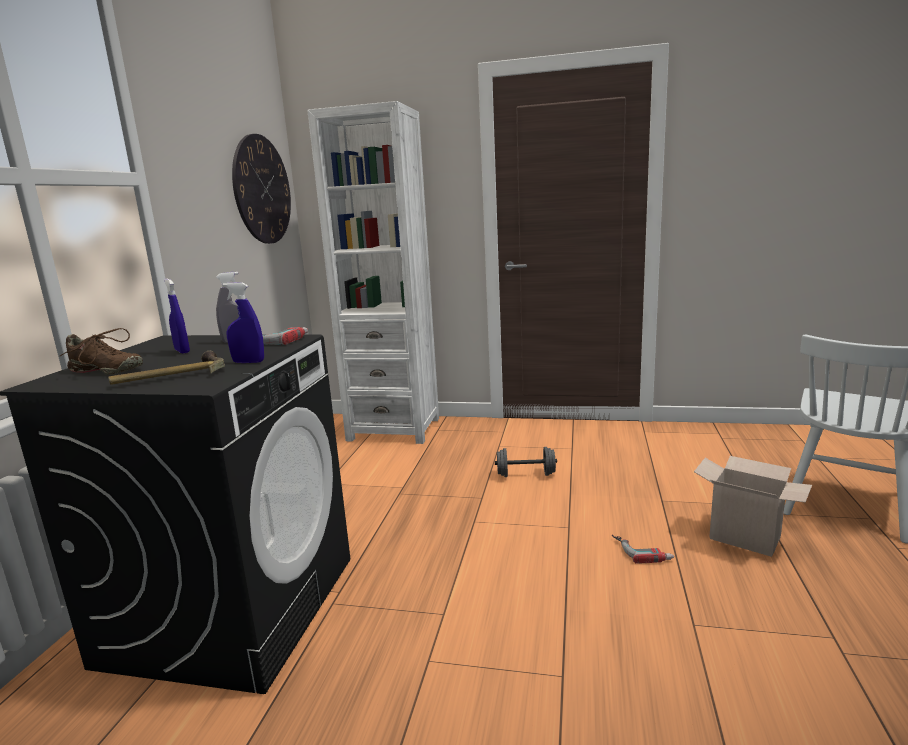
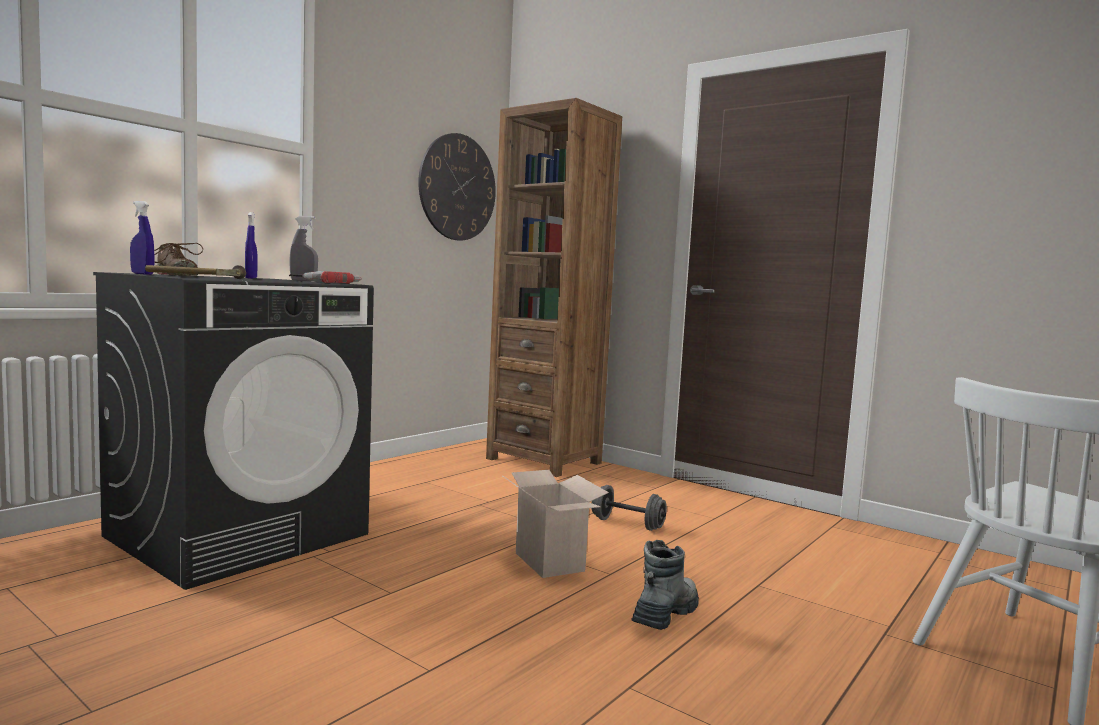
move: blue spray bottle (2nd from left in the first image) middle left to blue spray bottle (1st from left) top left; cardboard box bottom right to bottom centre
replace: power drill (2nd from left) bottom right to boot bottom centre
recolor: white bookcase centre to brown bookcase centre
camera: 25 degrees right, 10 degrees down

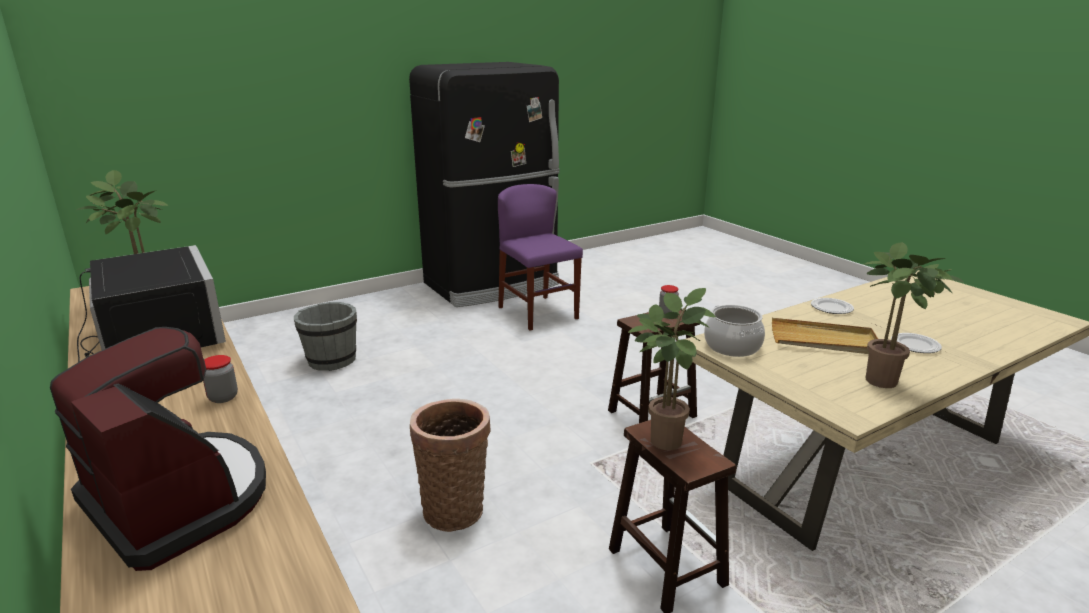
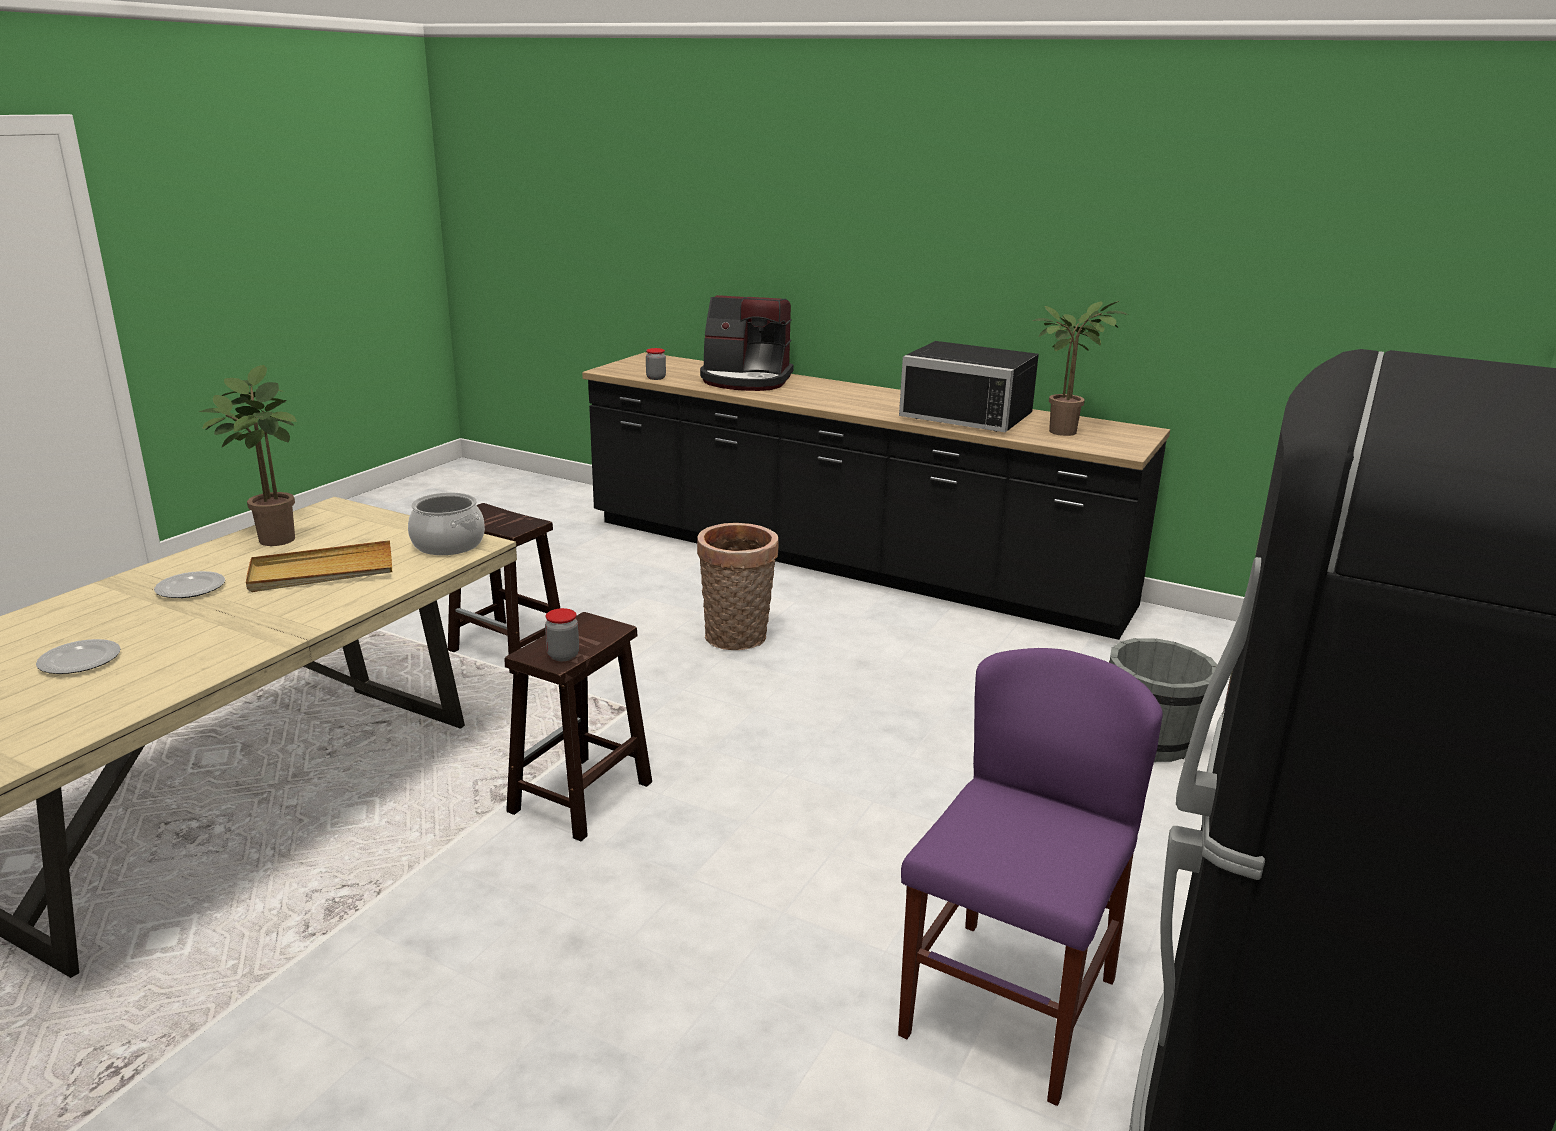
delete: potted plant (2nd from left) centre
move: plate (1st from left) middle right to middle left; jar (1st from left in the first image) middle left to jar (2nd from left) top centre
rotate: purple chair centre = bottom centre 90 degrees counterclockwise
camera: 150 degrees right, 0 degrees up

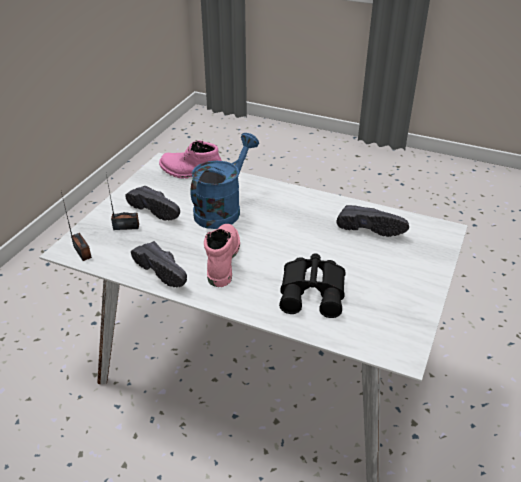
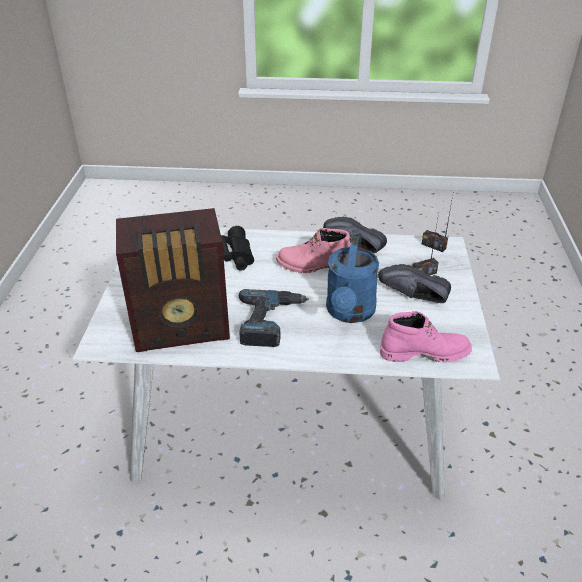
insert: power drill centre
replace: black shoe (3rd from left) middle right to radio (1st from left) middle left
rotate: pink boot (2nd from left in the first image) centre = centre 105 degrees clockwise
camera: 160 degrees right, 0 degrees up

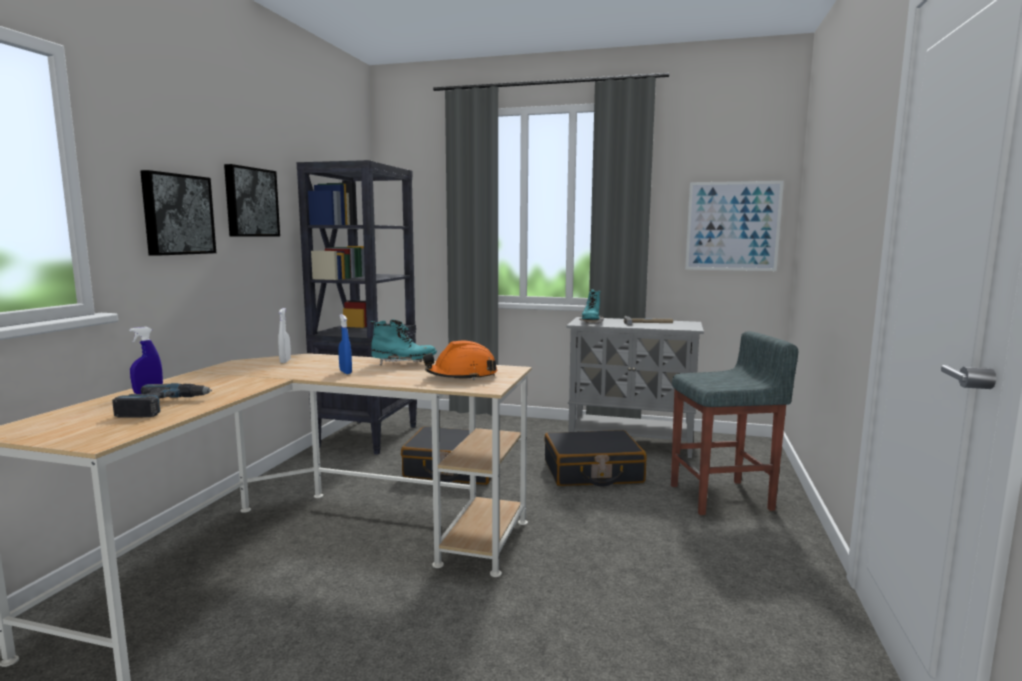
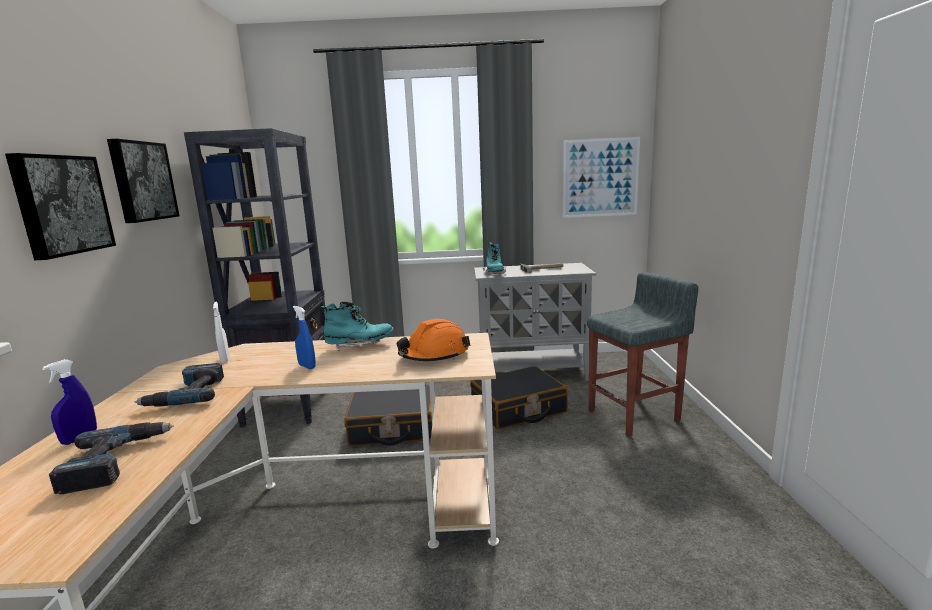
insert: power drill (2nd from left) middle left
camera: 15 degrees left, 5 degrees up

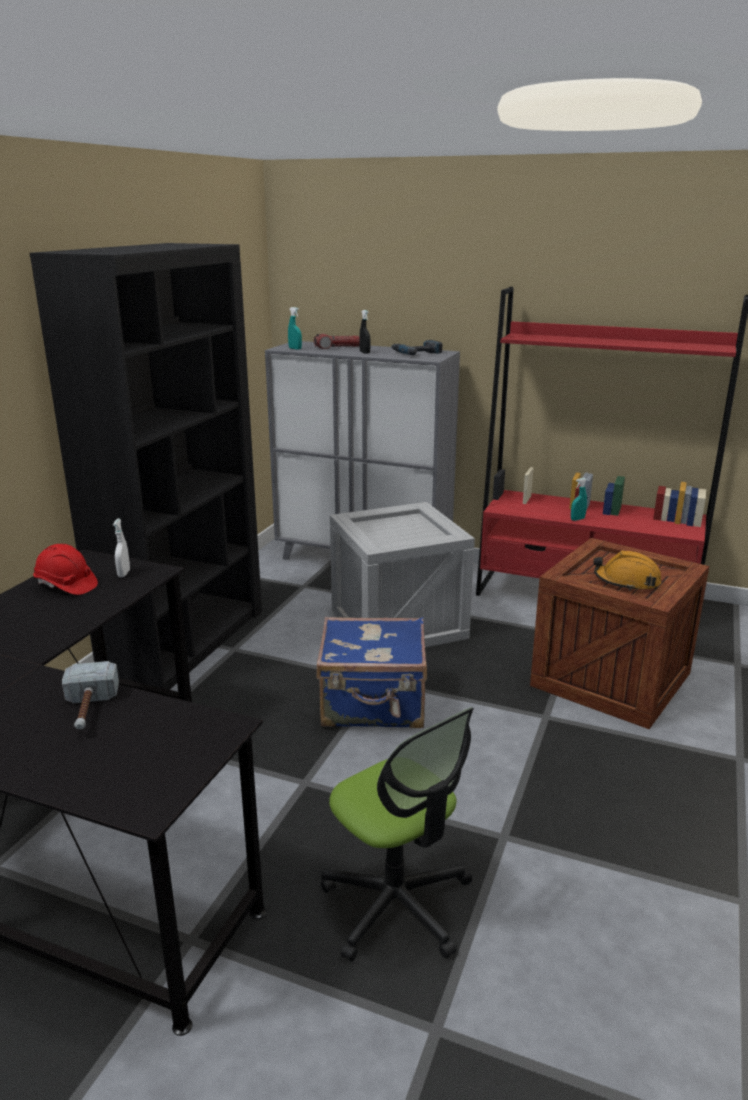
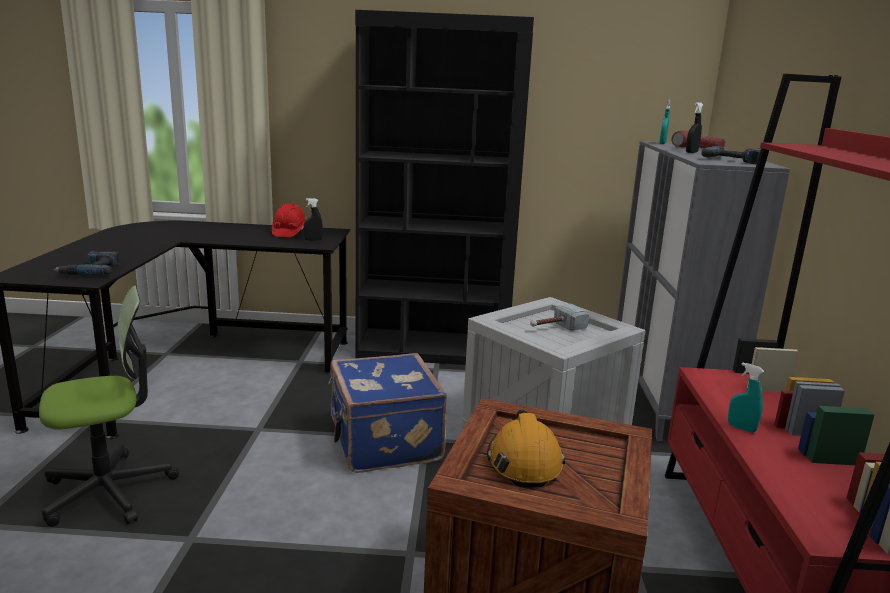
insert: power drill (1st from left) middle left
move: hammer middle left to centre
recolor: white spray bottle middle left to black spray bottle (1st from left) centre
rotate: office chair bottom centre = bottom left 150 degrees counterclockwise
camera: 70 degrees right, 5 degrees down

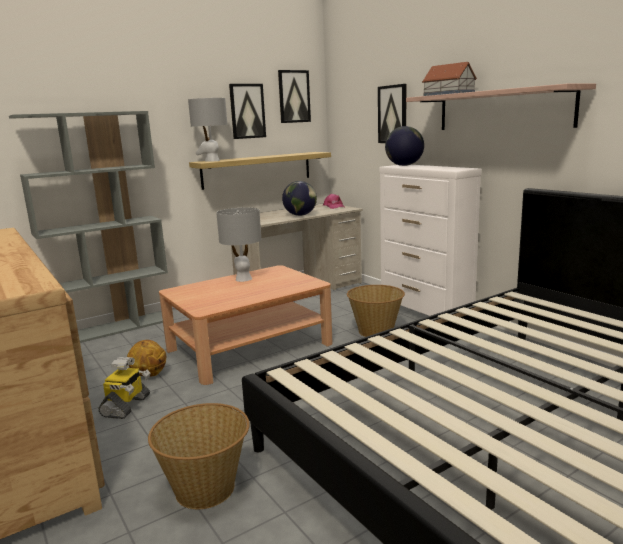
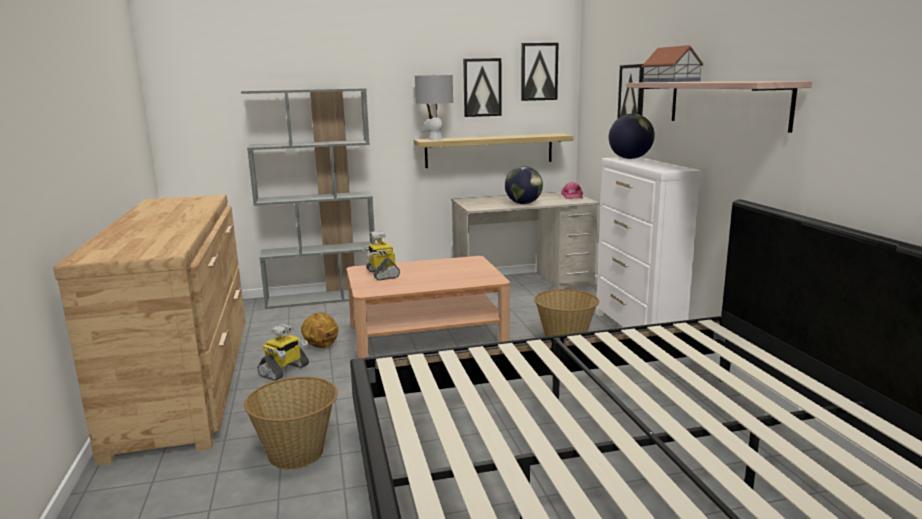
delete: grey table lamp (2nd from left) centre
insert: toy robot (2nd from left) centre
camera: 20 degrees right, 0 degrees up

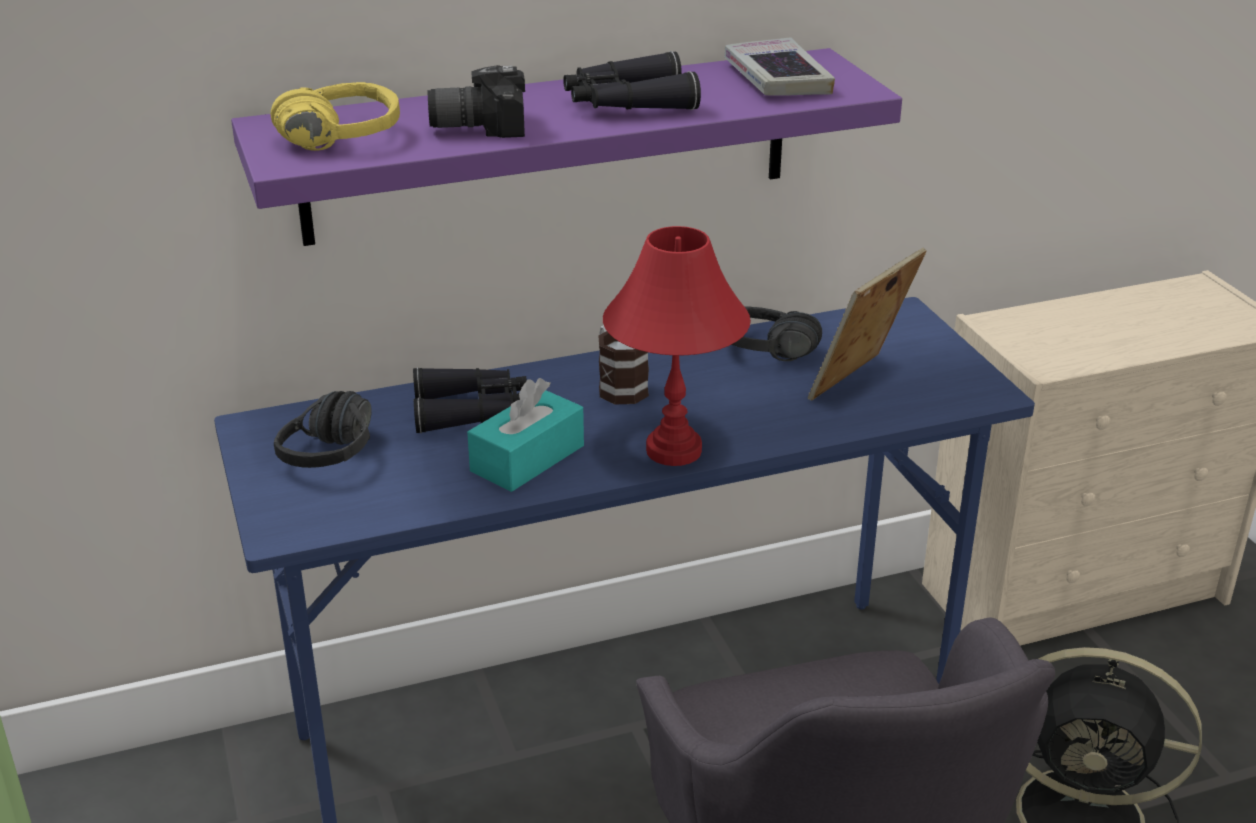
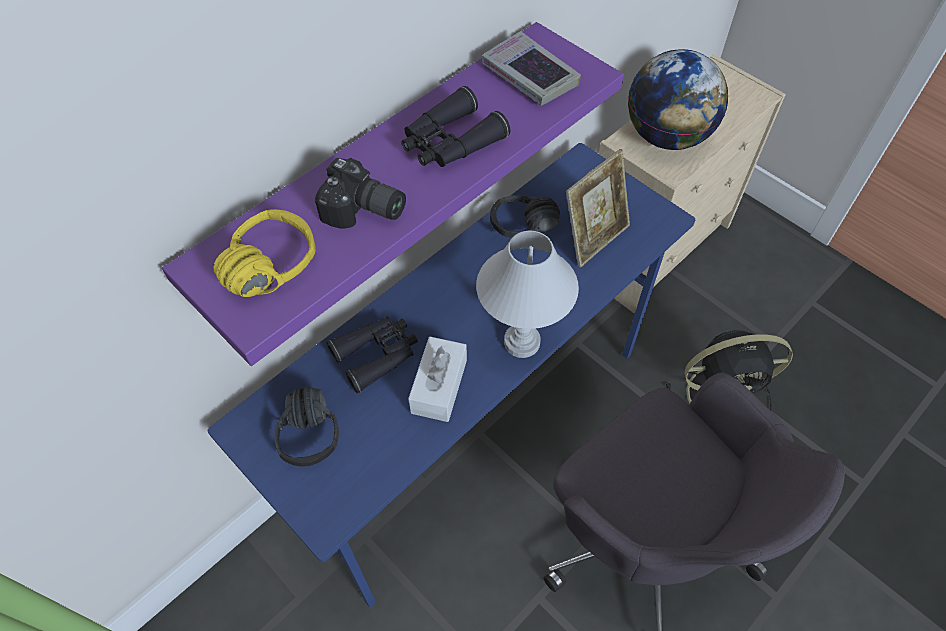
delete: mug centre
insert: globe top right
recolor: turquoise tissue box centre to white tissue box centre; red table lamp centre to white table lamp centre
rotate: photo camera top centre = top centre 120 degrees counterclockwise; picture frame middle right = top centre 150 degrees counterclockwise
camera: 25 degrees left, 25 degrees up

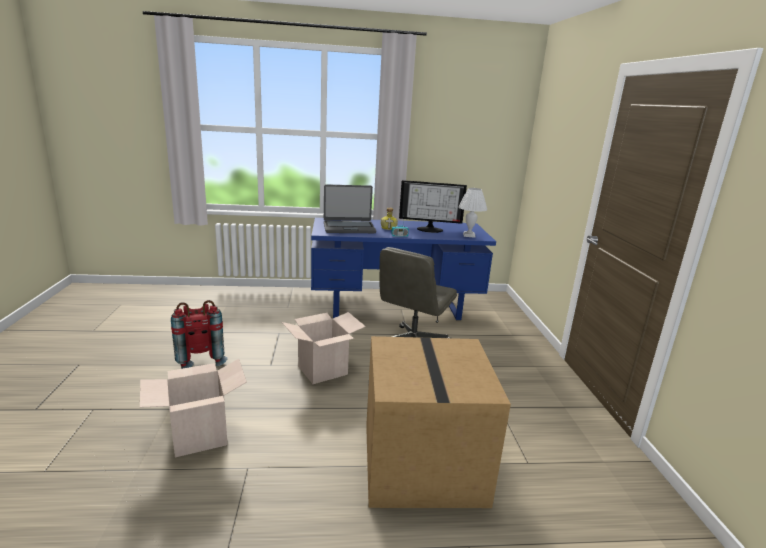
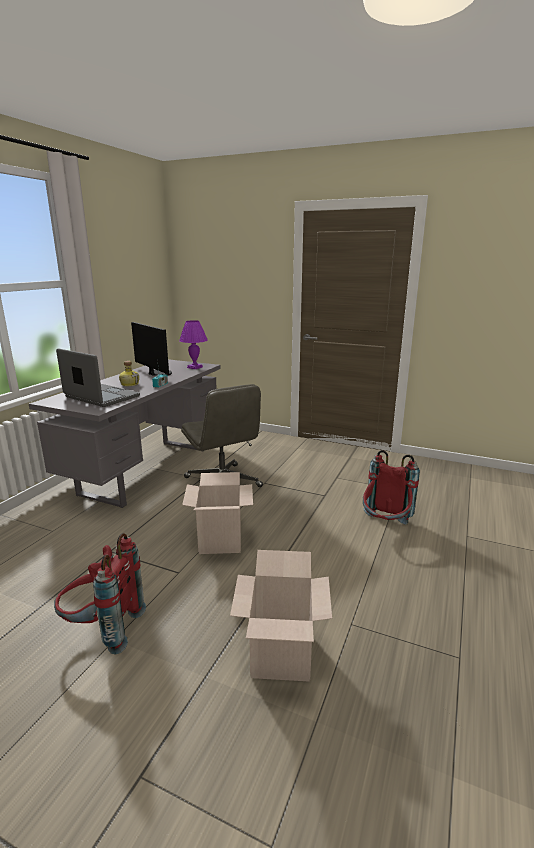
replace: cardboard box (3rd from left) bottom centre to red backpack (2nd from left) middle right
recolor: blue desk centre to grey desk middle left; white table lamp centre to purple table lamp centre
rotate: laptop centre = middle left 75 degrees counterclockwise; monitor centre = middle left 75 degrees counterclockwise
camera: 60 degrees left, 0 degrees up

